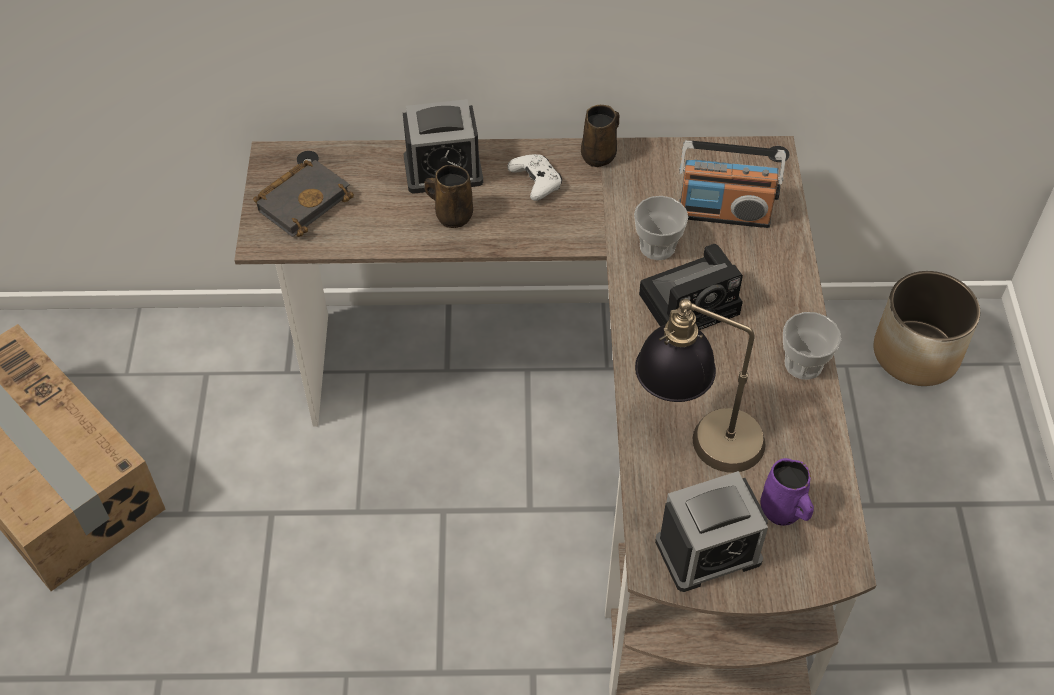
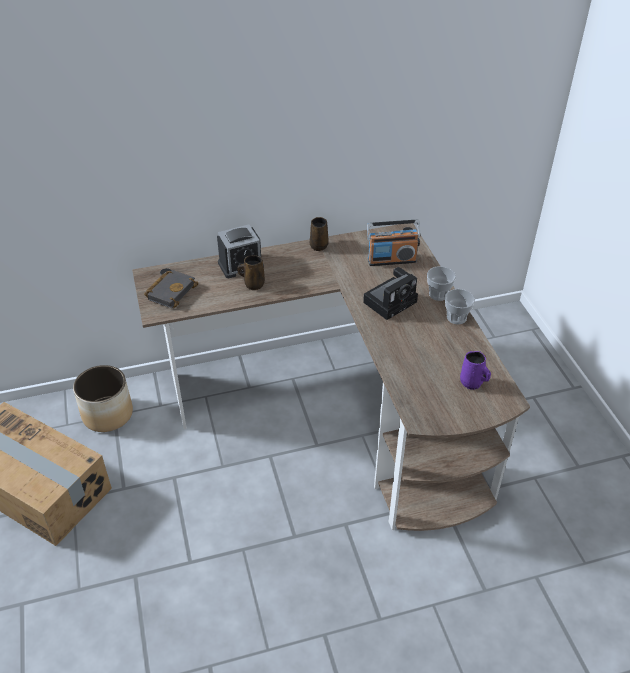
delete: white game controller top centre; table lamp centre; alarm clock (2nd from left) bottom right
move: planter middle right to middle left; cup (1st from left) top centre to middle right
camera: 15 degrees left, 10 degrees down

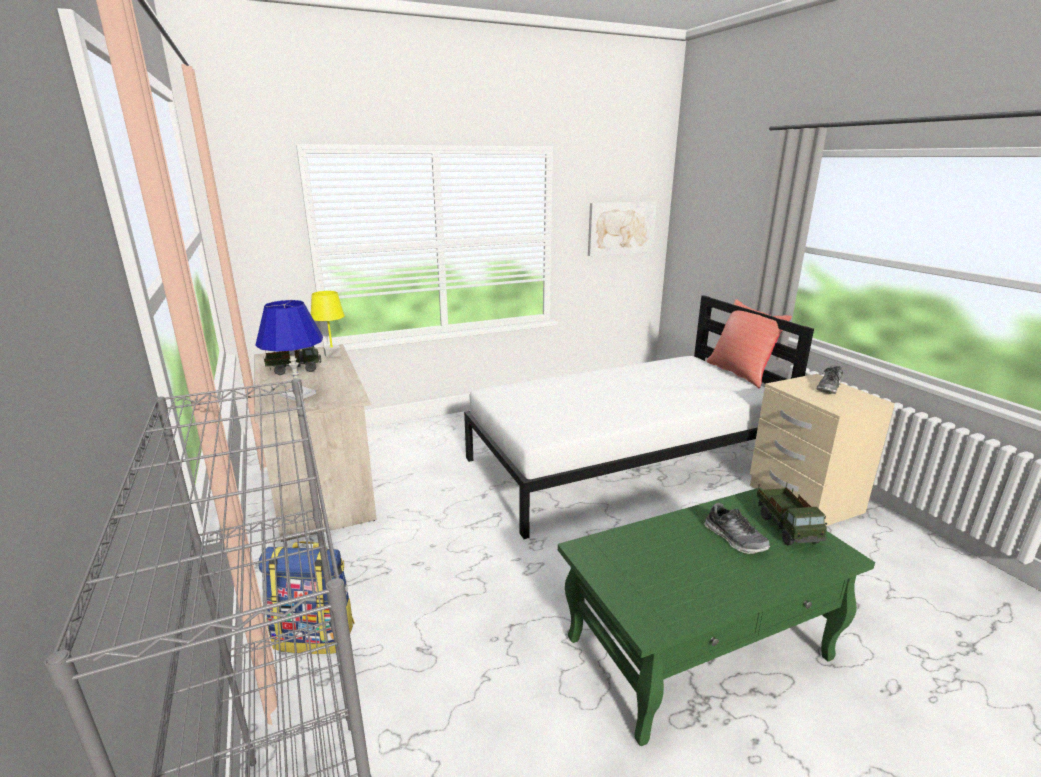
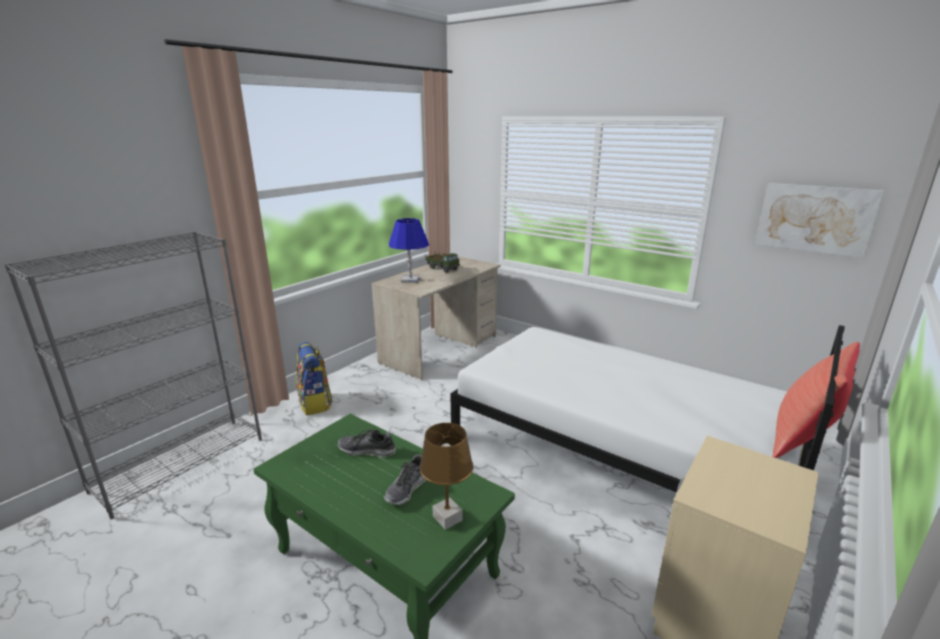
delete: yellow table lamp middle left
move: shoe (2nd from left in the first image) middle right to shoe (1st from left) bottom centre
replace: toy truck (2nd from left) middle right to brown table lamp bottom centre
camera: 60 degrees right, 0 degrees up

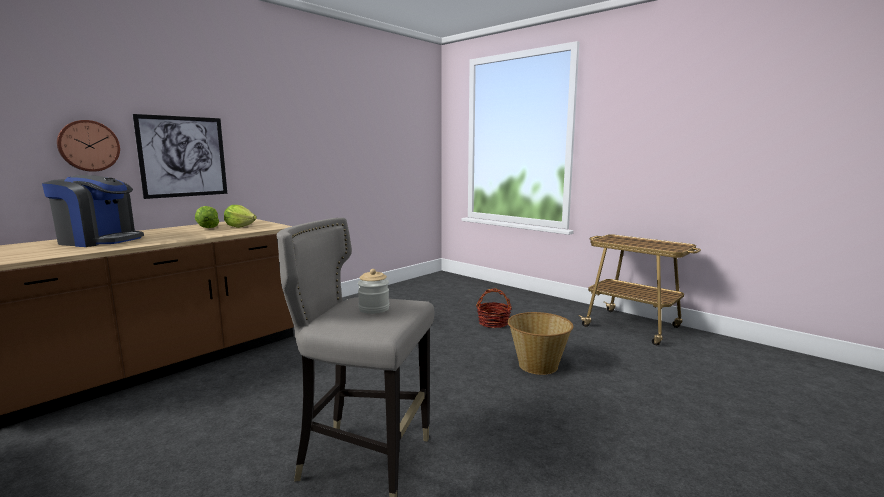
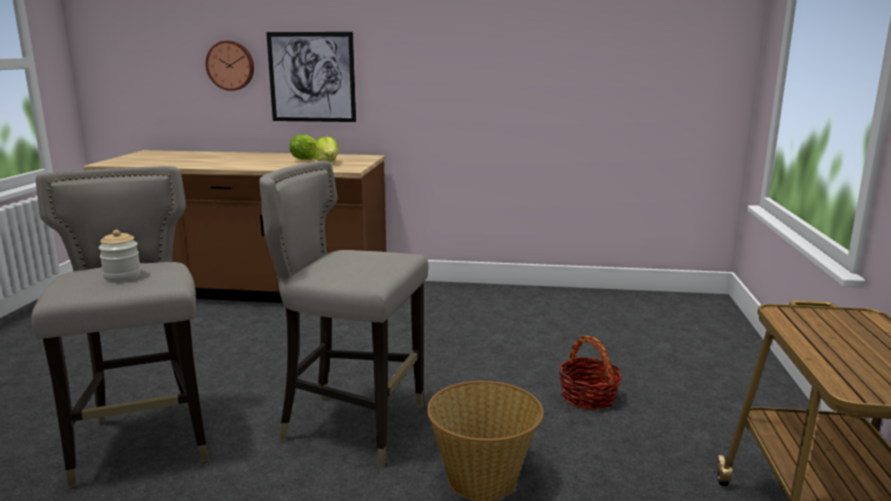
delete: coffee machine middle left
insert: grey stool (2nd from left) centre
camera: 55 degrees right, 5 degrees up

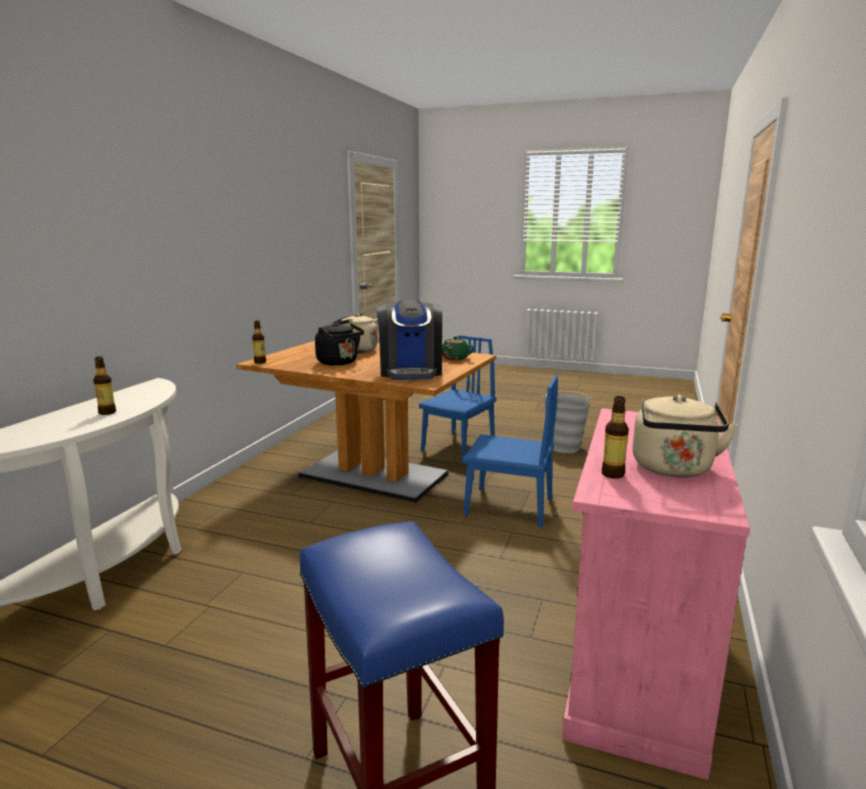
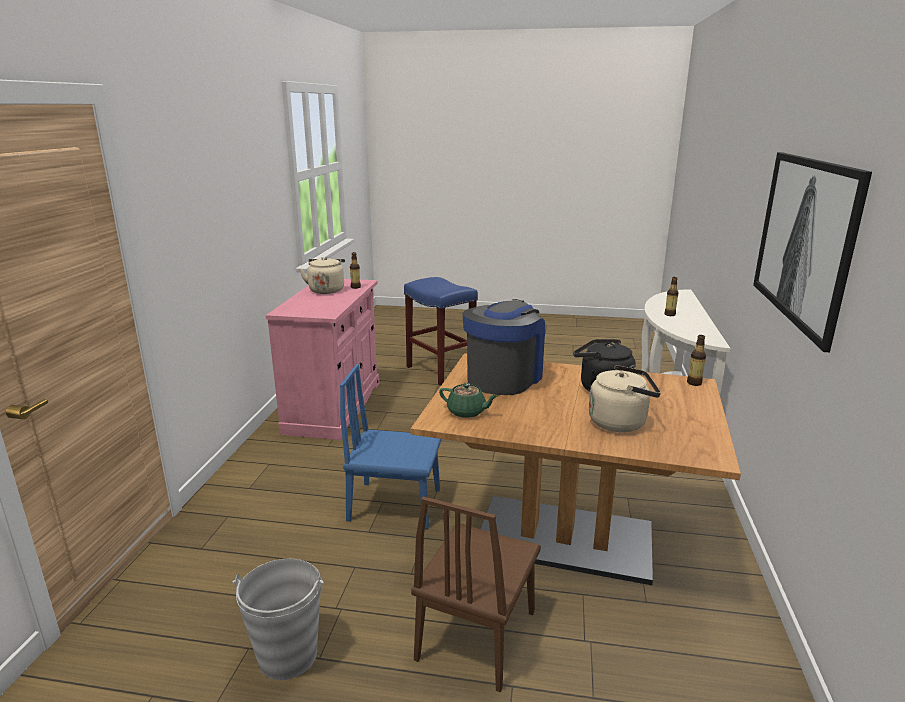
insert: picture middle right
recolor: blue chair (1st from left) centre to brown chair bottom centre
rotate: coffee machine centre = centre 45 degrees clockwise
camera: 170 degrees right, 5 degrees up

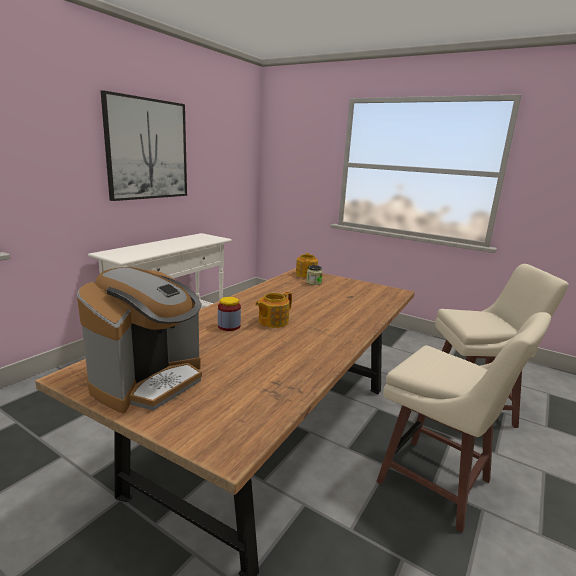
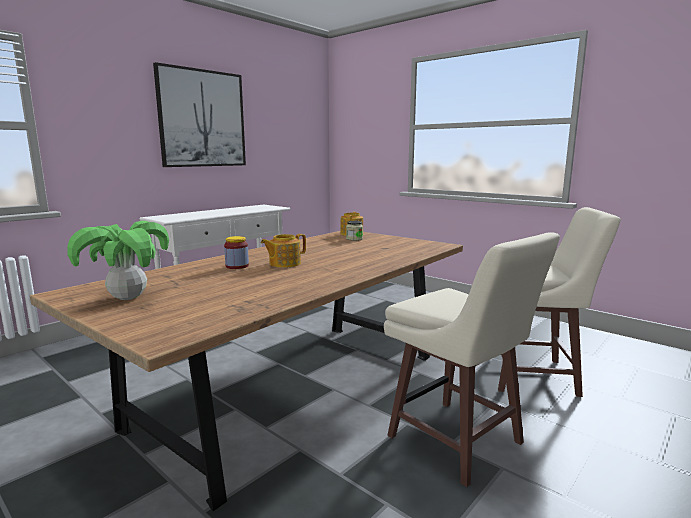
replace: coffee machine middle left to potted plant middle left
camera: 10 degrees right, 5 degrees down

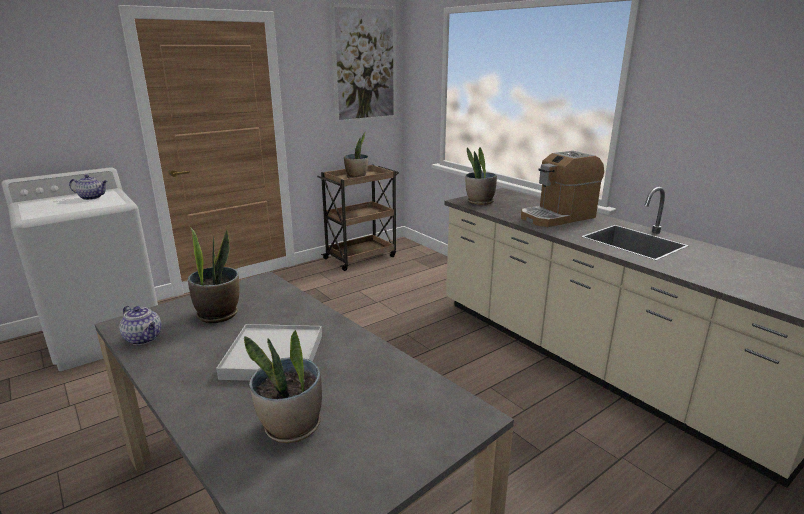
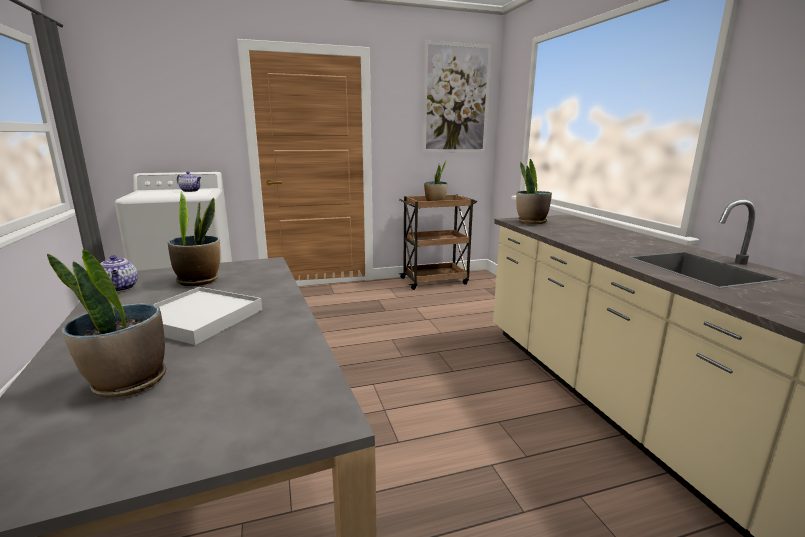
delete: coffee machine middle right
camera: 20 degrees right, 5 degrees down

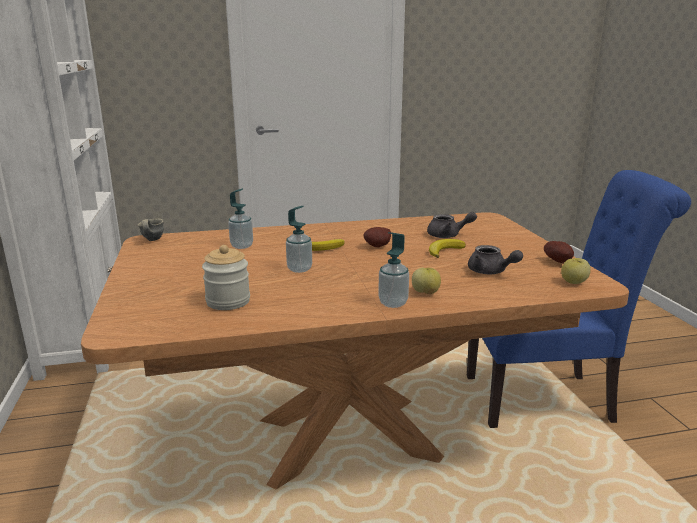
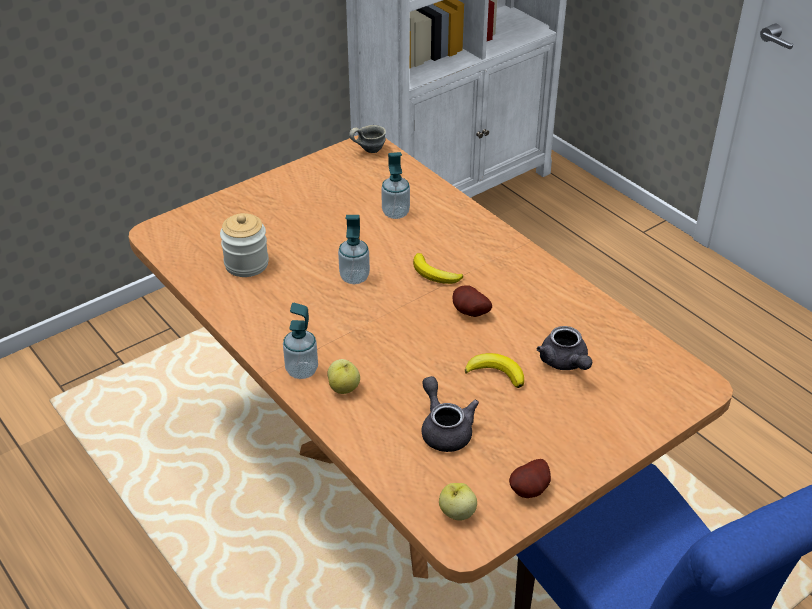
rotate: grey teapot (2nd from left in the first image) middle right = bottom centre 135 degrees clockwise
camera: 65 degrees right, 20 degrees up

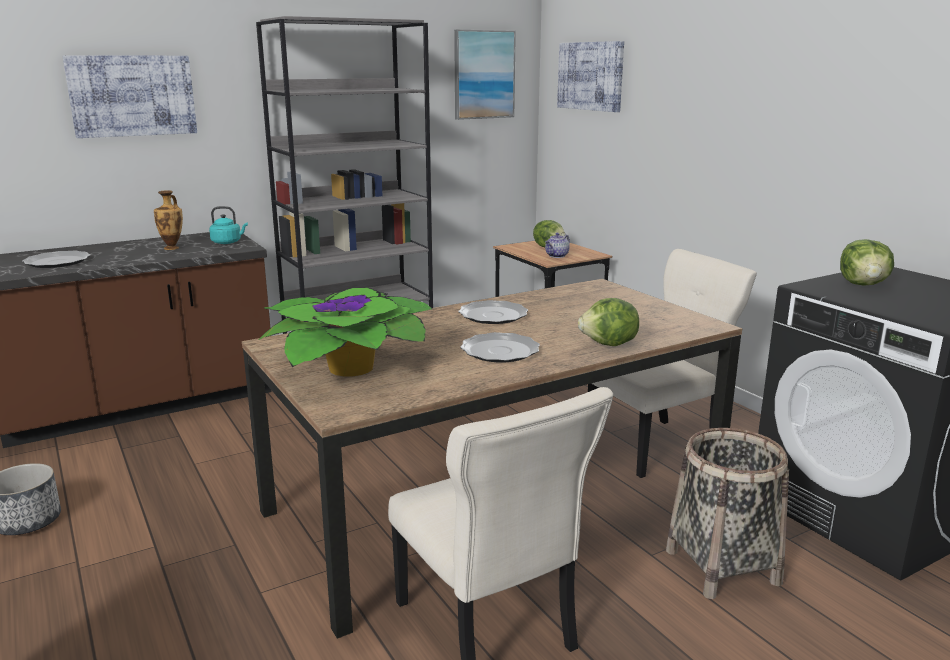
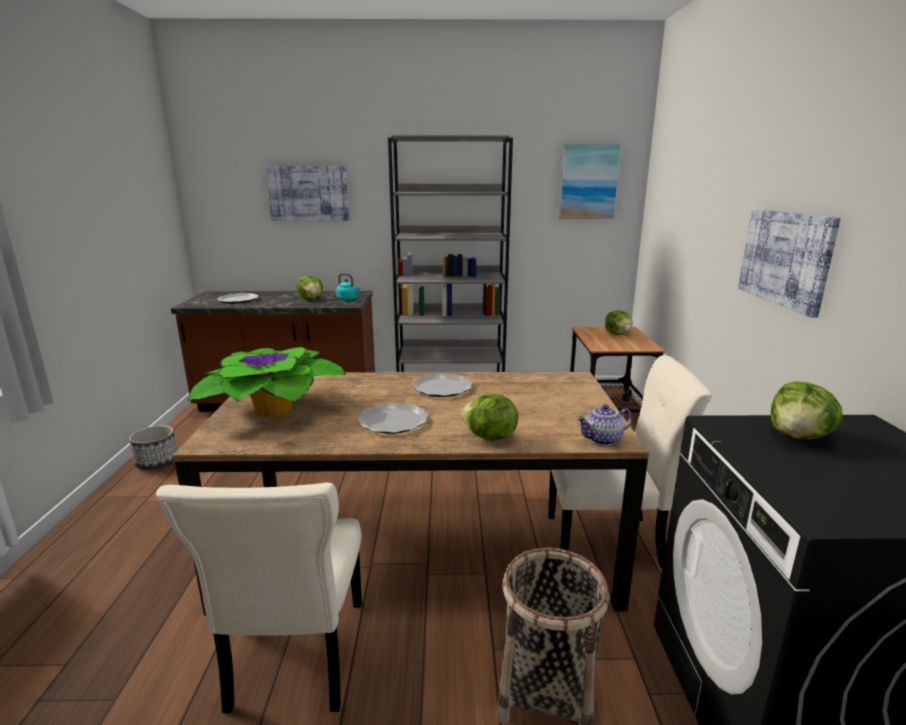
move: teapot centre to middle right; picture (3rd from left) top centre to middle right
replace: vase middle left to lettuce (1st from left) centre
camera: 30 degrees right, 0 degrees up

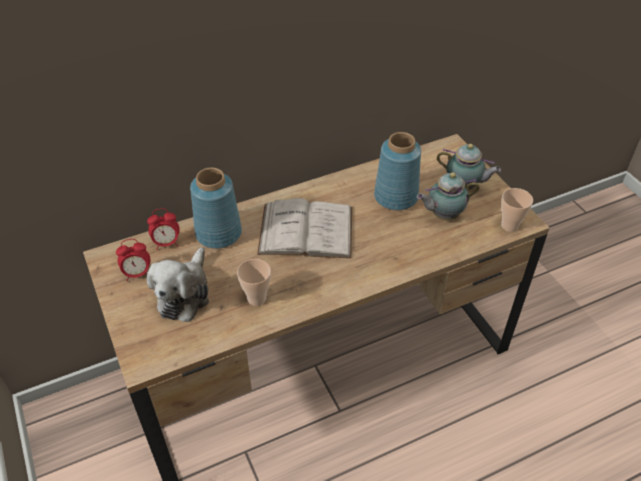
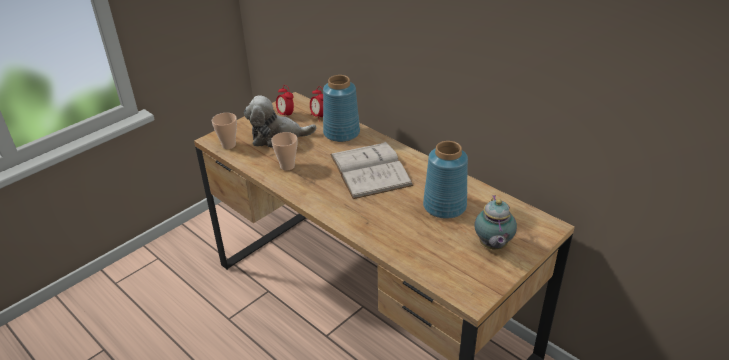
delete: teapot (1st from left) middle right
move: cup (2nd from left in the first image) middle right to cup (1st from left) middle left
camera: 70 degrees right, 10 degrees down

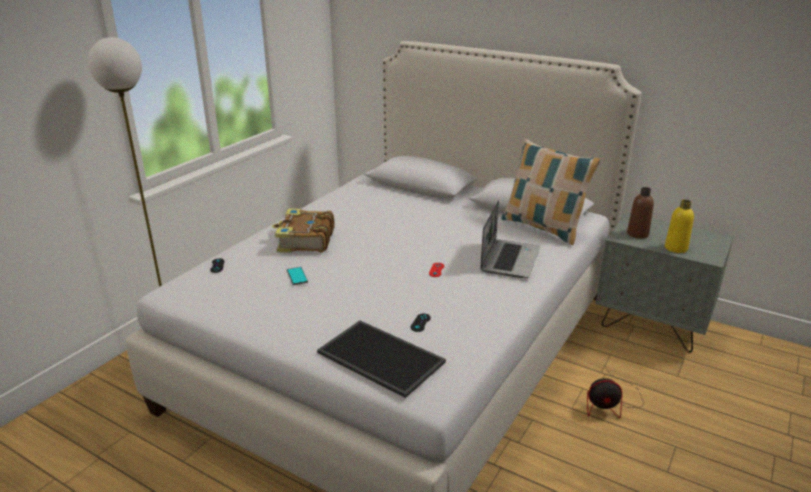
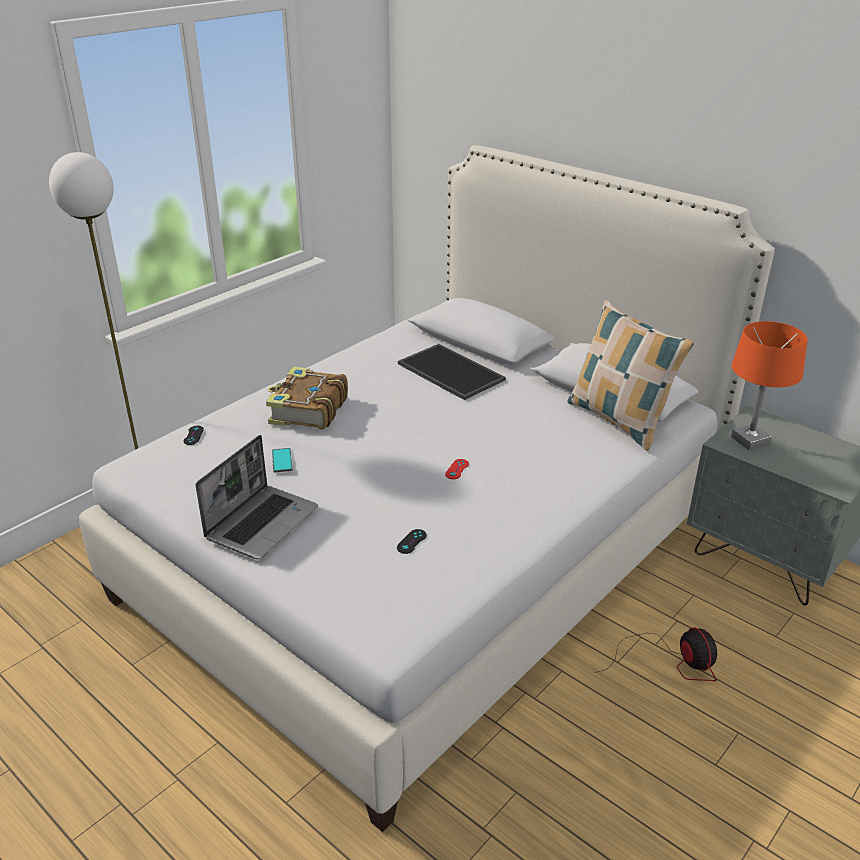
delete: yellow bottle middle right
move: laptop centre to middle left; tray bottom centre to centre
replace: brown bottle middle right to orange table lamp middle right
rotate: fan bottom right = bottom right 120 degrees counterclockwise
camera: 10 degrees right, 5 degrees up

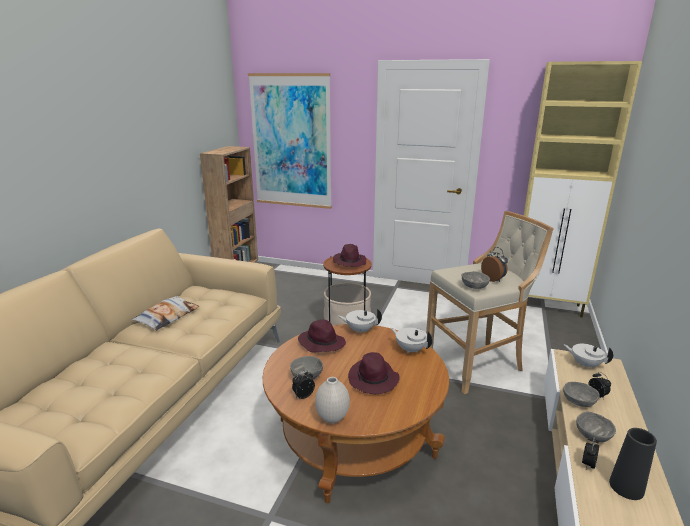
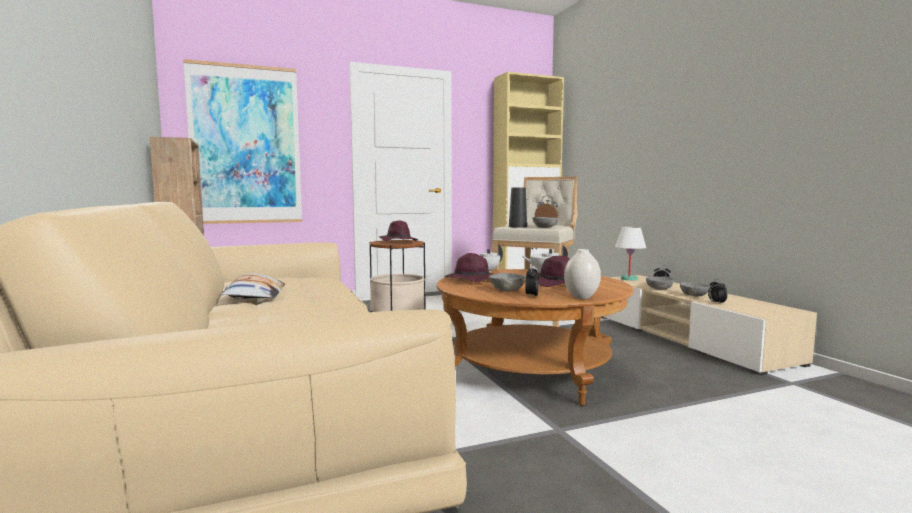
move: black vase bottom right to centre
replace: white teapot (3rd from left) bottom right to white table lamp middle right
camera: 40 degrees left, 15 degrees down

